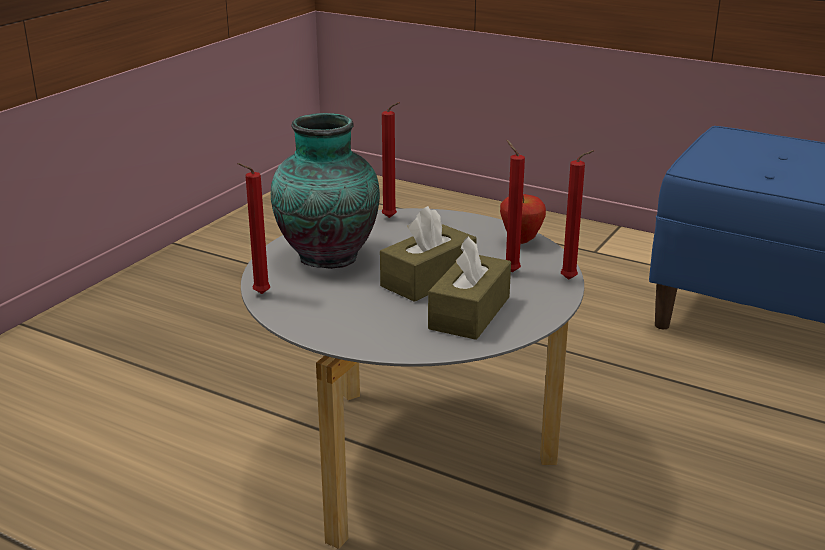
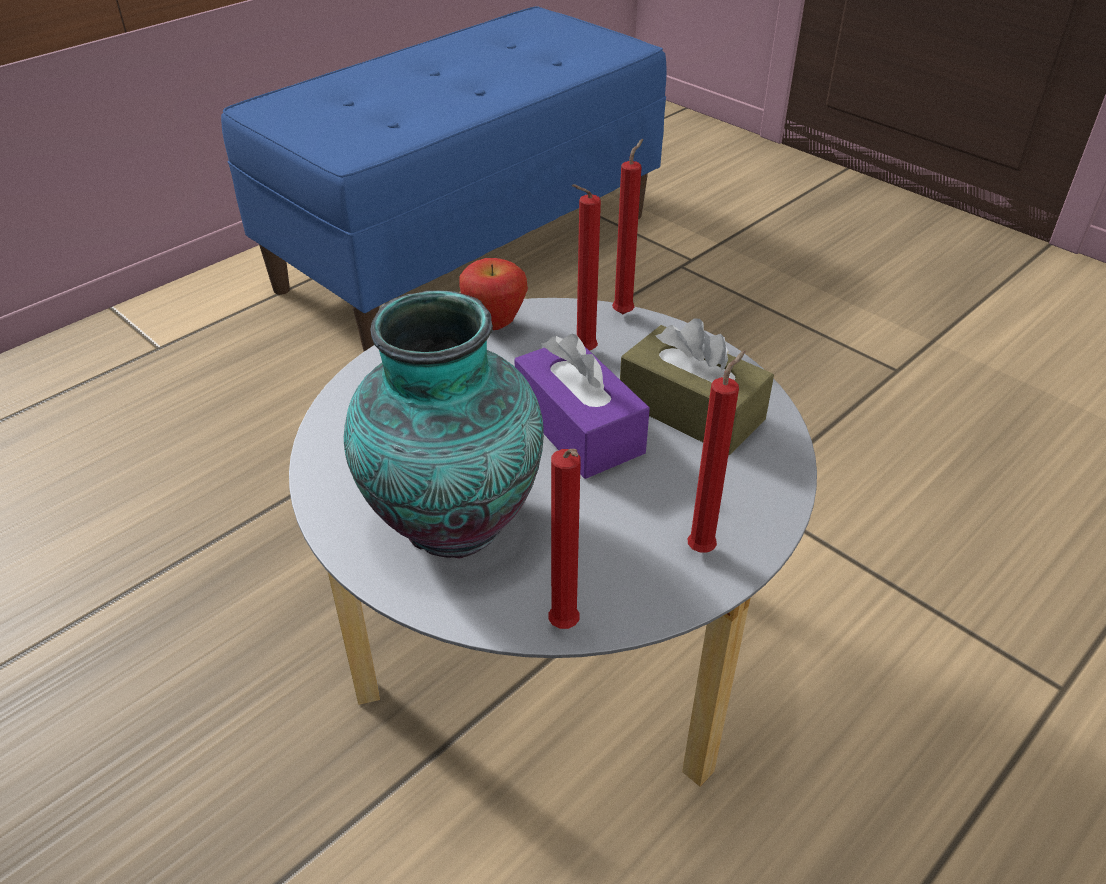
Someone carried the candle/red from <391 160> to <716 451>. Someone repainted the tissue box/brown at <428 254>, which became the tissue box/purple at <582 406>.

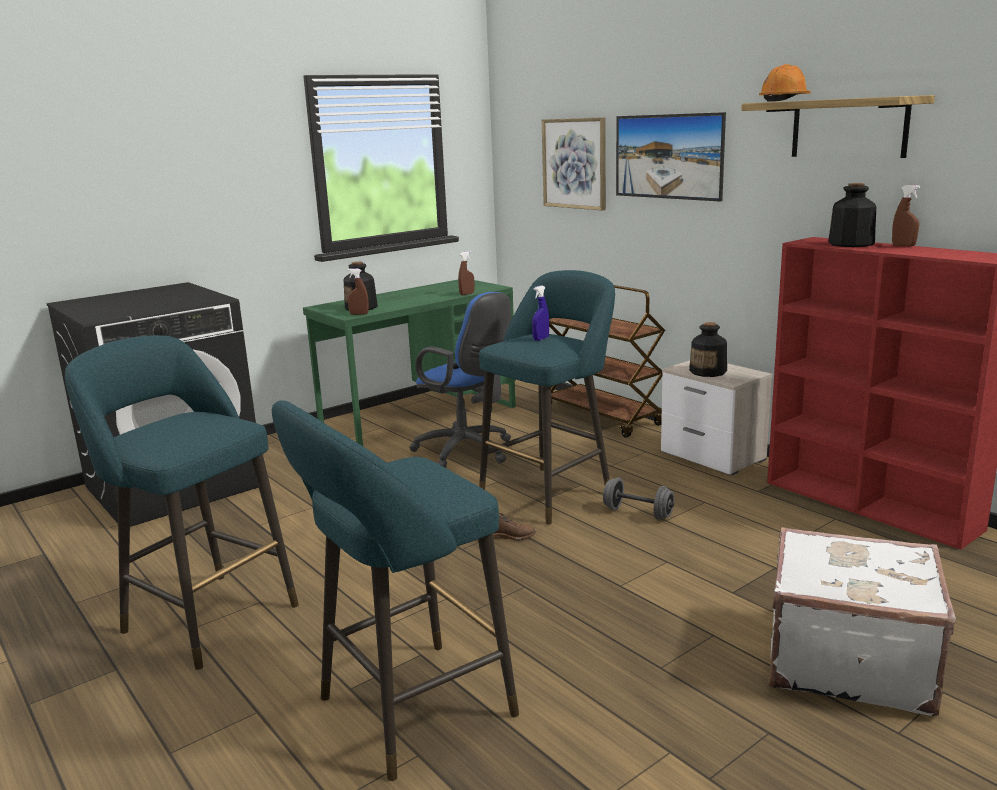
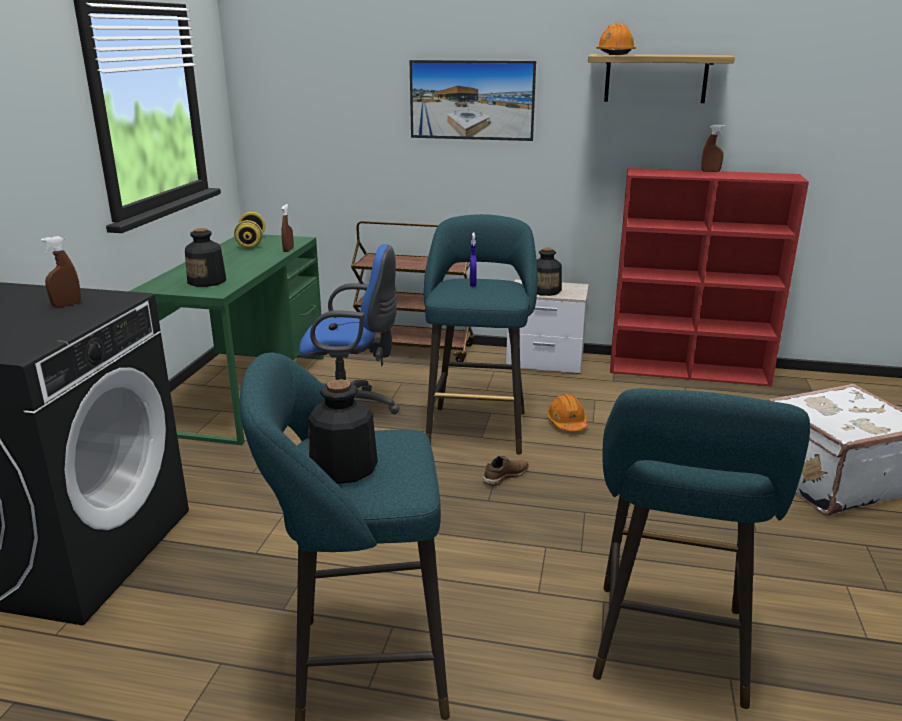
Someone took away the picture at <574 163>. Someone put down the dumbbell/yellow at <250 230>. Someone carried the spray bottle/brown from <358 291> to <60 271>. Someone carried the bottle from <852 215> to <343 431>. Someone swapped the dumbbell/grey at <638 498> for the hard hat/orange at <567 412>.

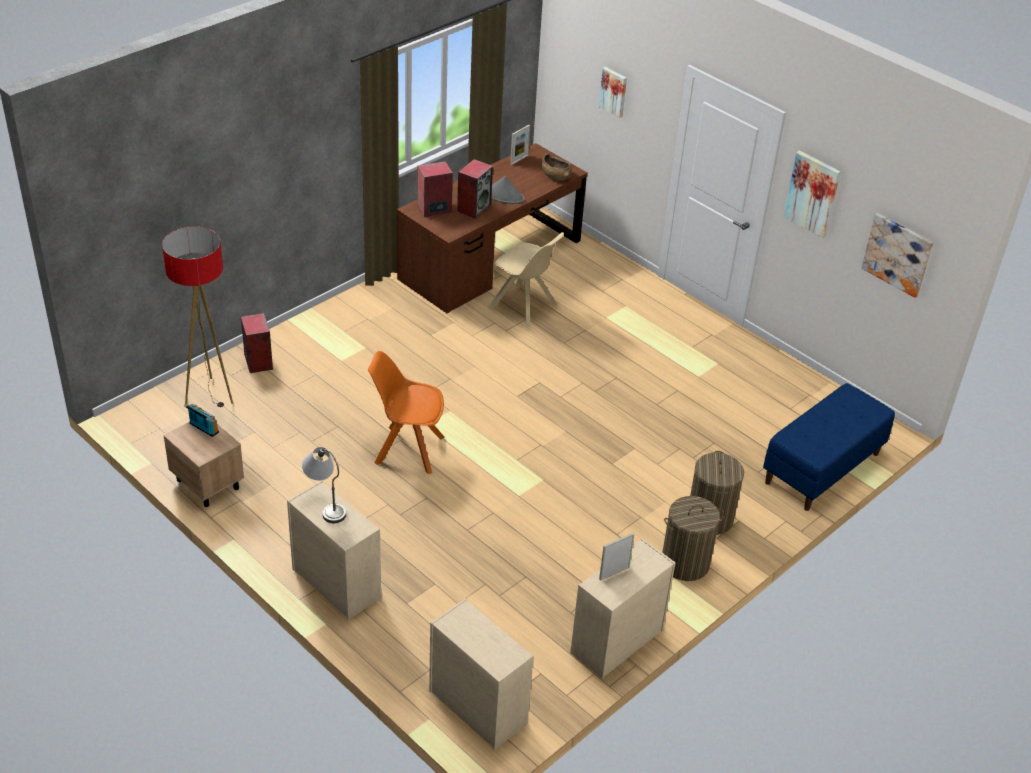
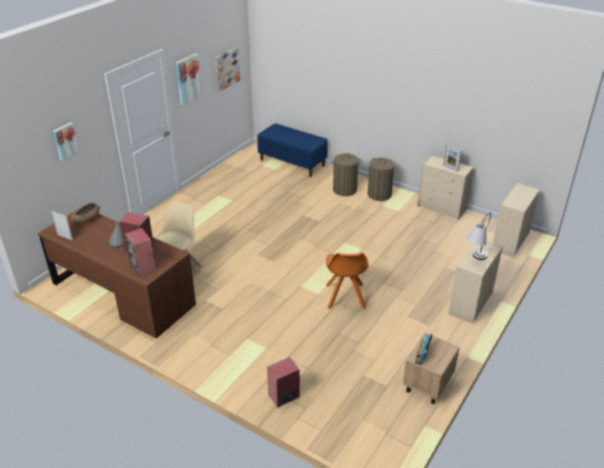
Someone took away the floor lamp at <197 316>.

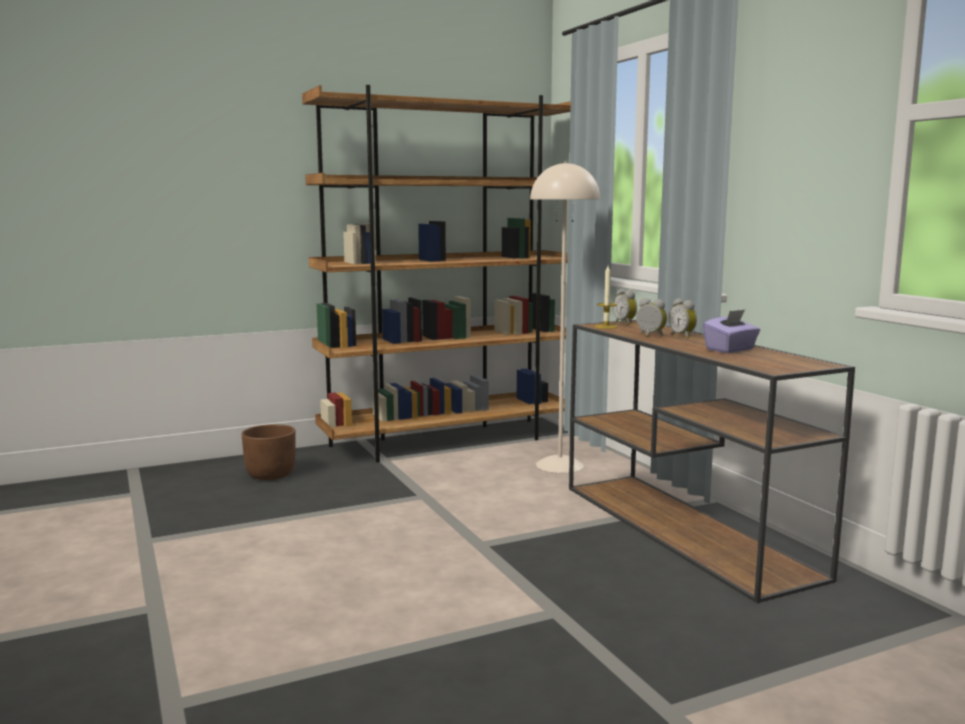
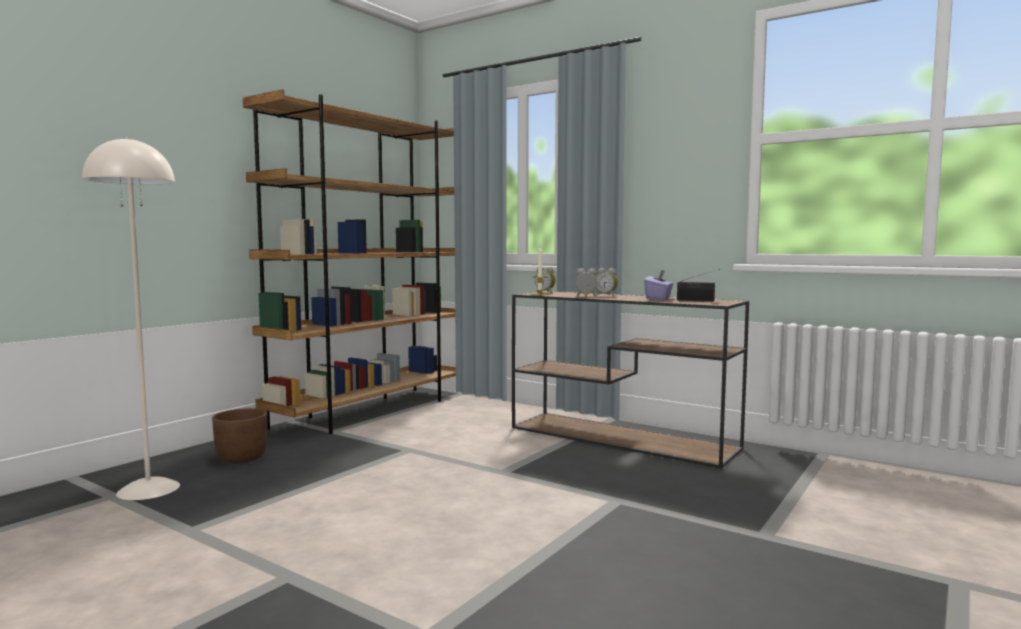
Someone put down the radio at <698 285>. Someone carried the floor lamp/beige from <565 317> to <131 318>.

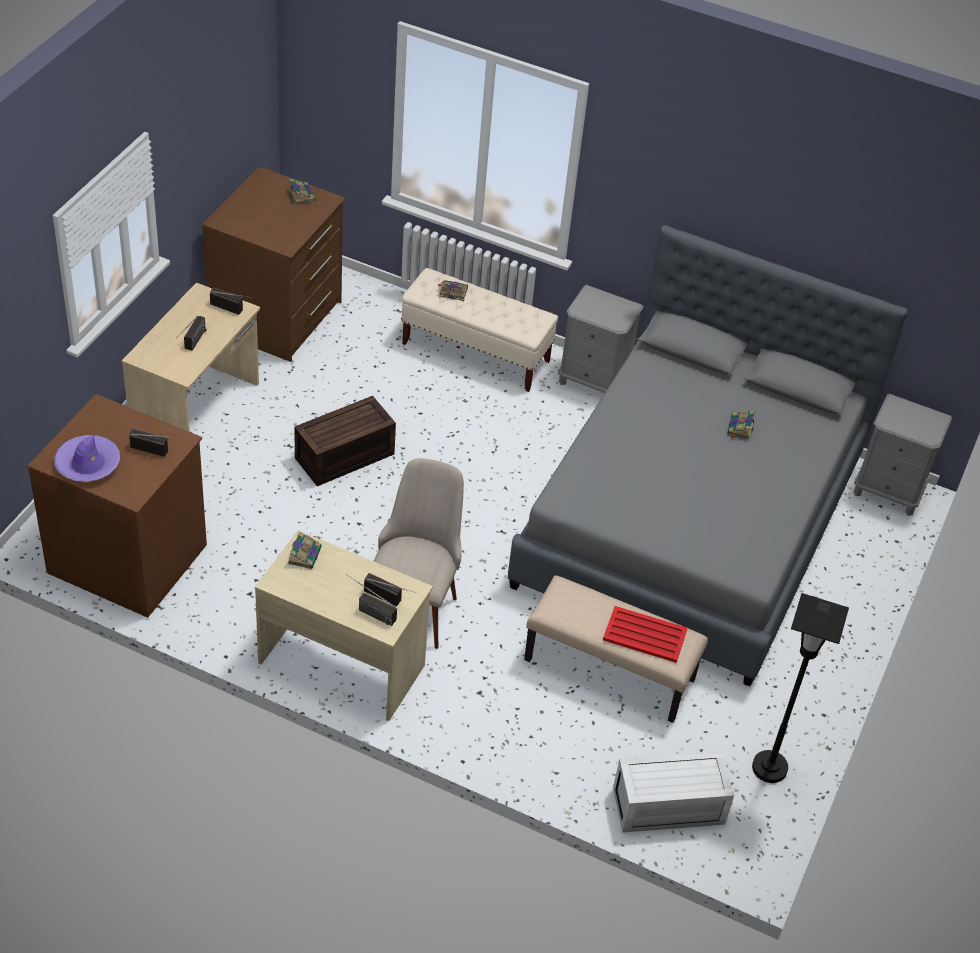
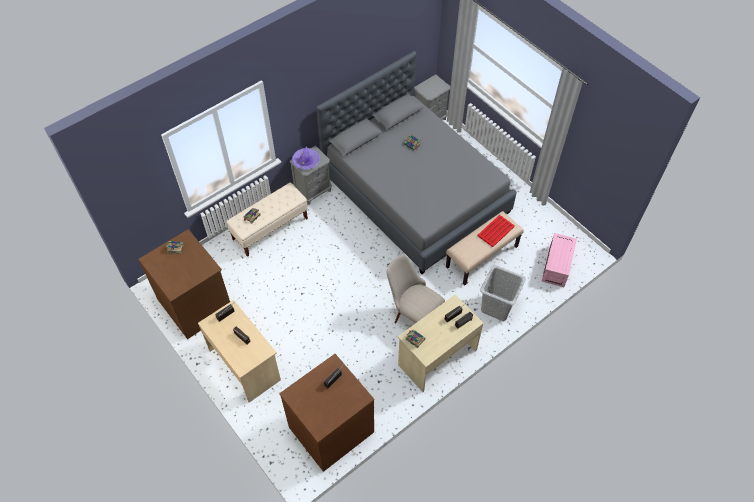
Someone took away the storage box/brown at <345 441>. Someone took away the floor lamp/black at <800 688>. Someone put down the laundry basket/grey at <503 293>. Someone carried the hat/purple from <87 458> to <306 158>. Someone repainted the storage box/white at <673 792>, which became the storage box/pink at <559 260>.

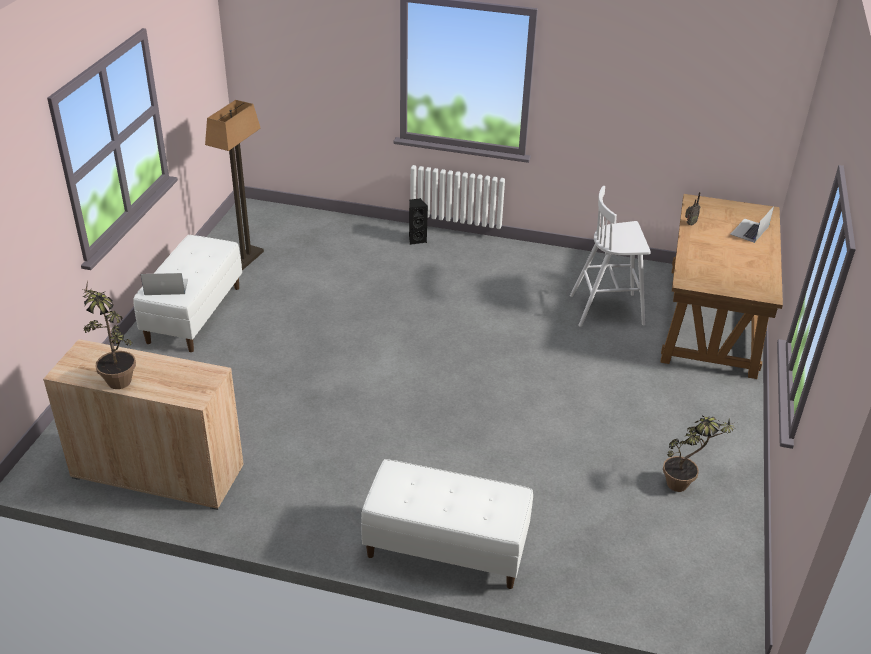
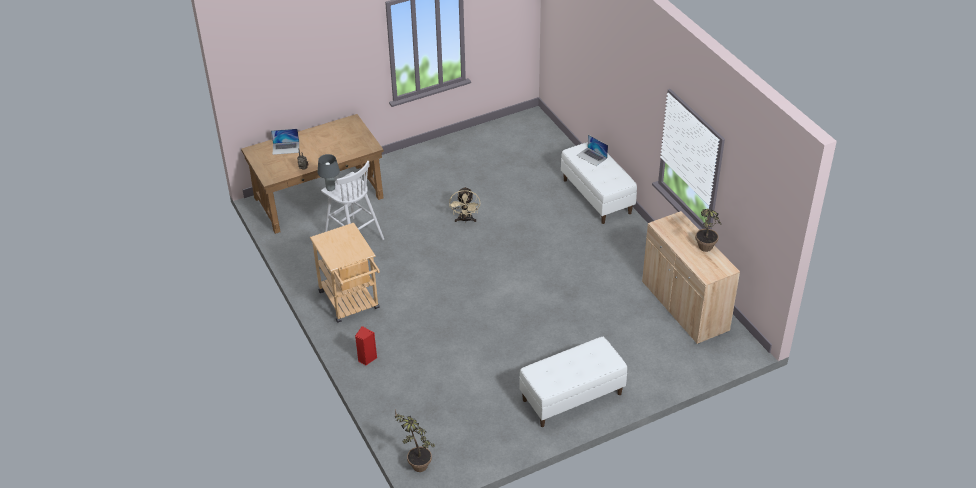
Someone took away the floor lamp at <234 185>. Someone put down the cart/beige at <345 273>. Someone put down the table lamp/grey at <329 172>. Someone put down the fan/beige at <464 205>. Someone carried the laptop from <164 284> to <592 150>. Someone carried the potted plant from <700 454> to <415 440>. Someone repainted the speaker/black at <418 221>, which became the speaker/red at <366 345>.

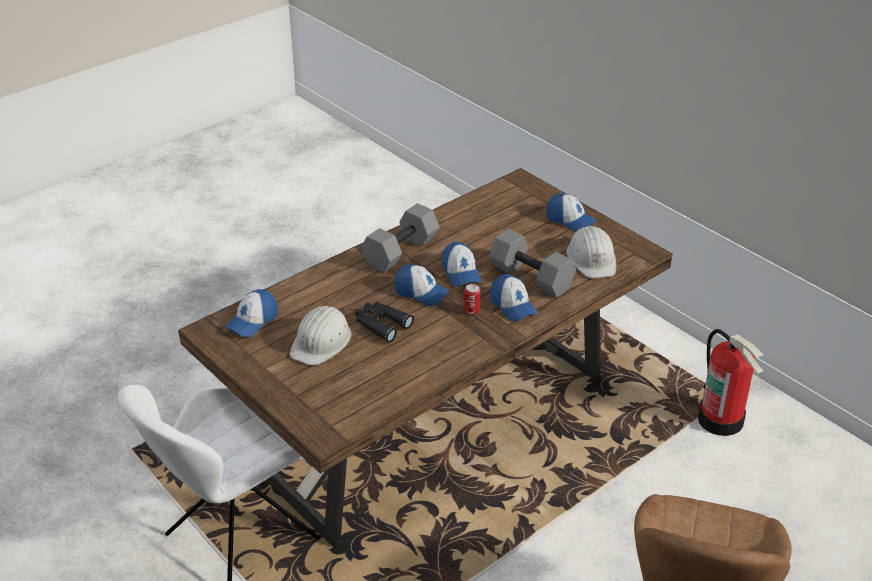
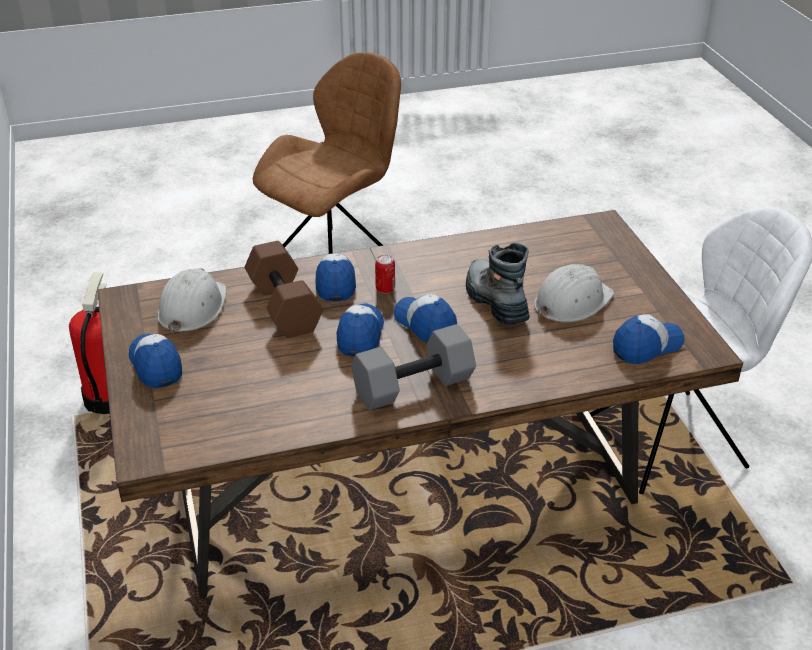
Someone swapped the binoculars/black at <384 322> for the boot at <497 283>. Someone repainted the dumbbell/grey at <533 263>, which became the dumbbell/brown at <284 289>.

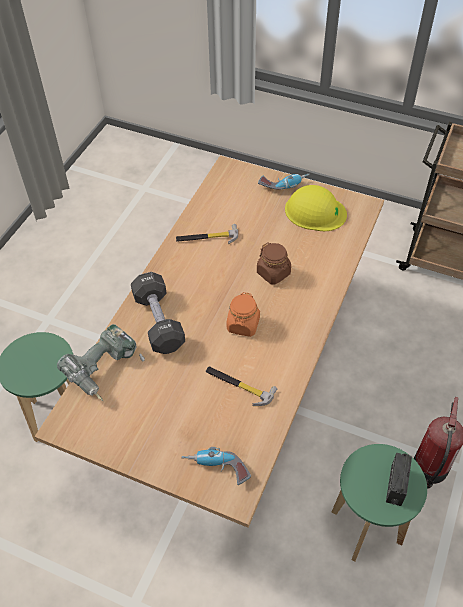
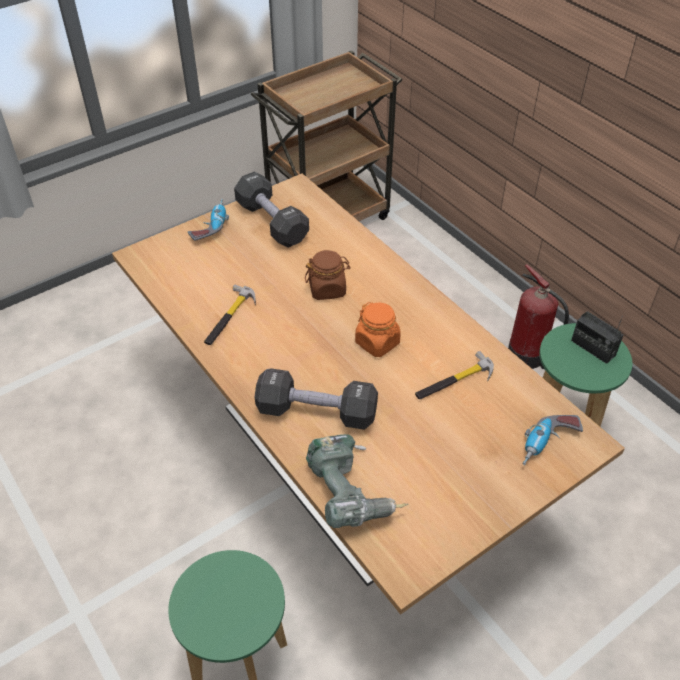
Someone swapped the hard hat/yellow at <316 208> for the dumbbell/black at <271 209>.

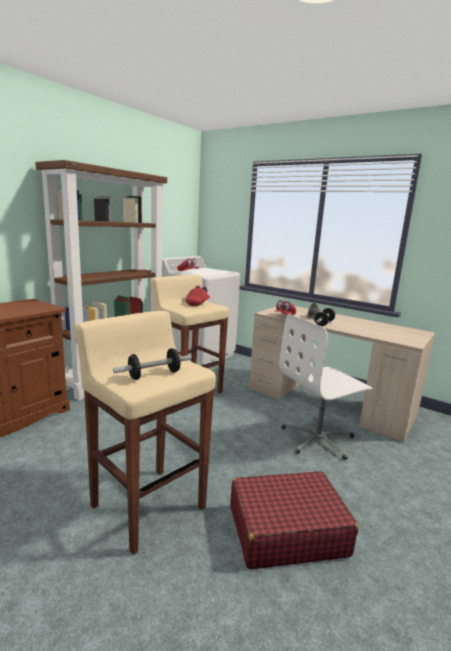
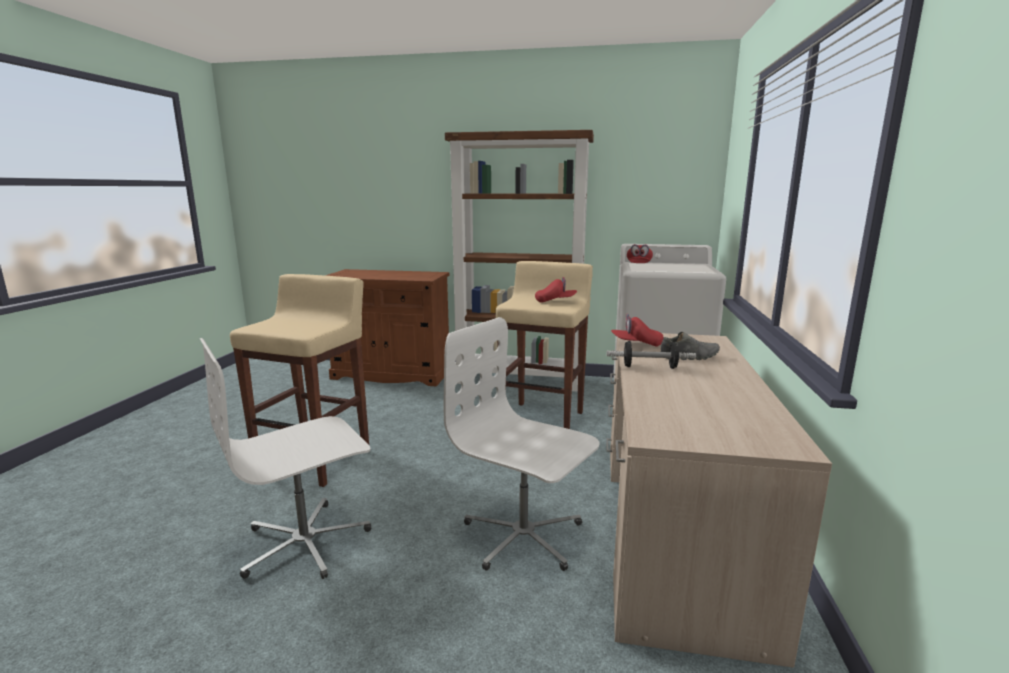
Someone took away the dumbbell at <152 364>. Someone swapped the suitcase/red at <294 520> for the office chair/white at <285 458>.

